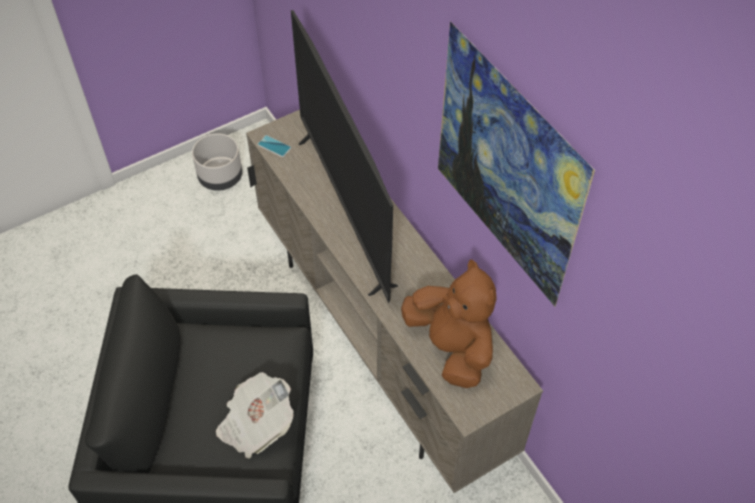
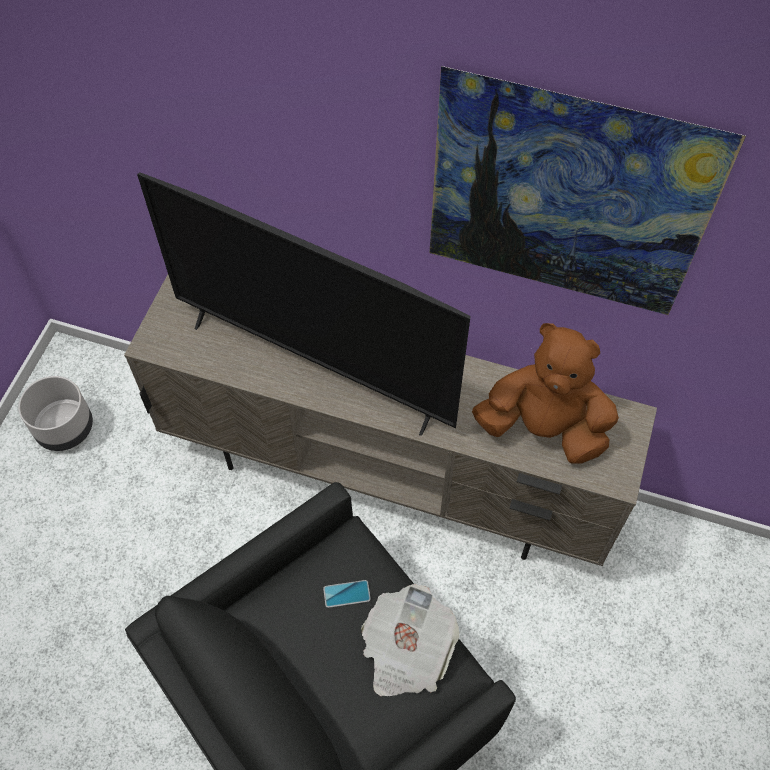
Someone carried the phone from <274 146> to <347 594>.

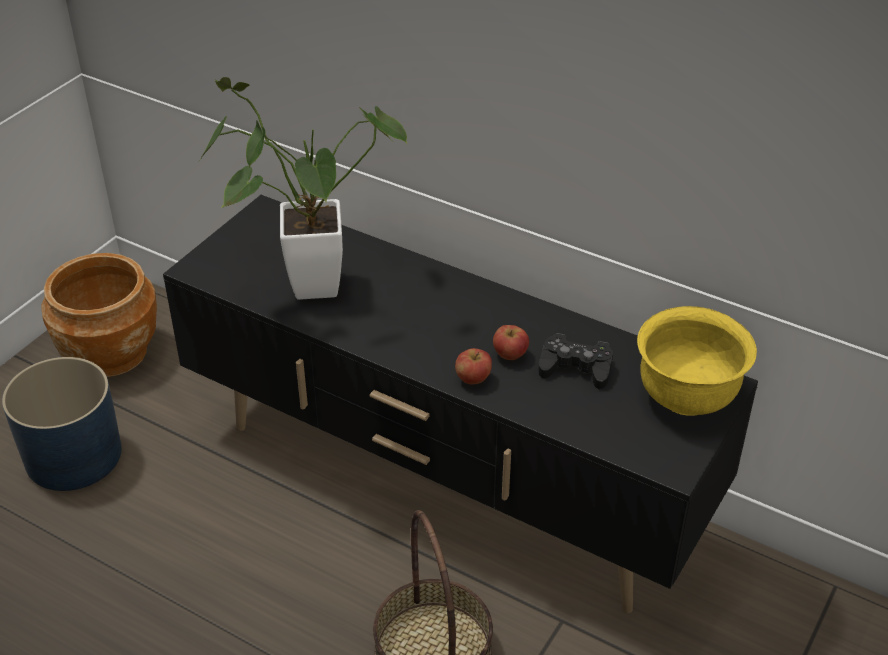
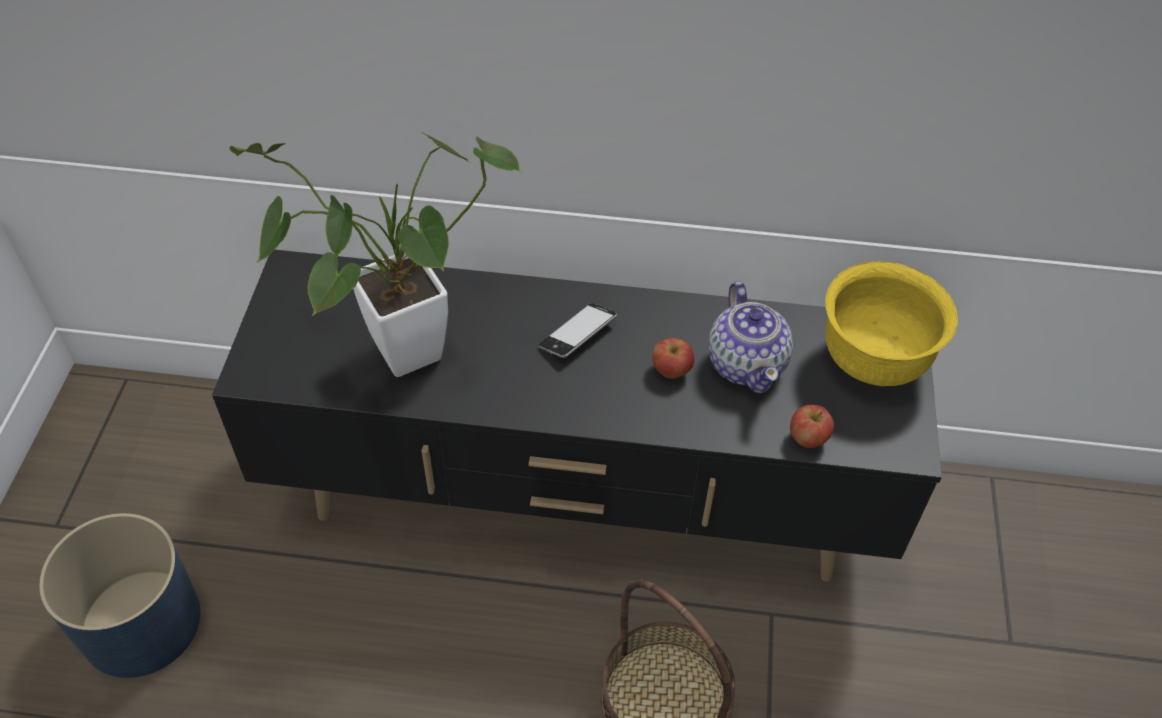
Someone took away the planter/brown at <99 315>. Someone put down the phone at <577 330>. Someone carried the apple from <473 366> to <812 426>. Someone swapped the game controller/black at <576 361> for the teapot at <750 337>.

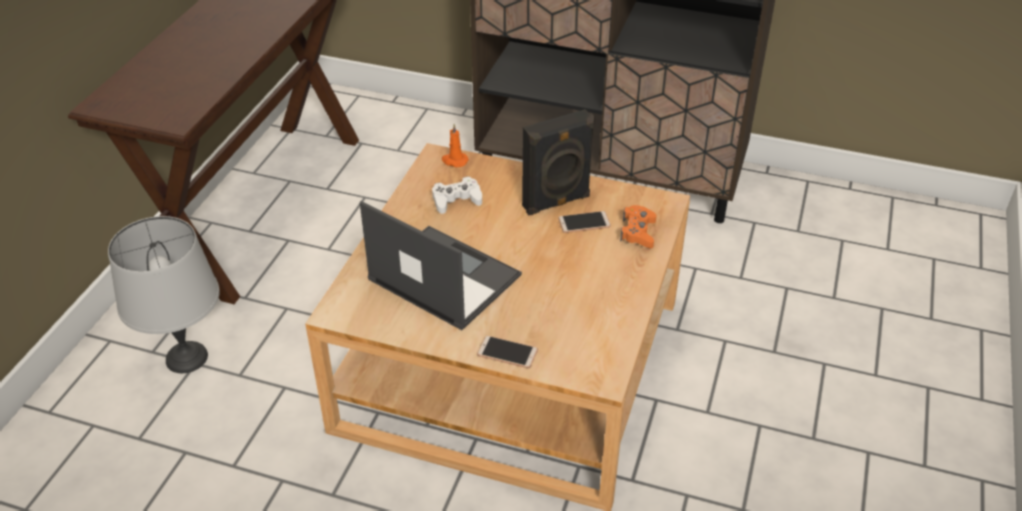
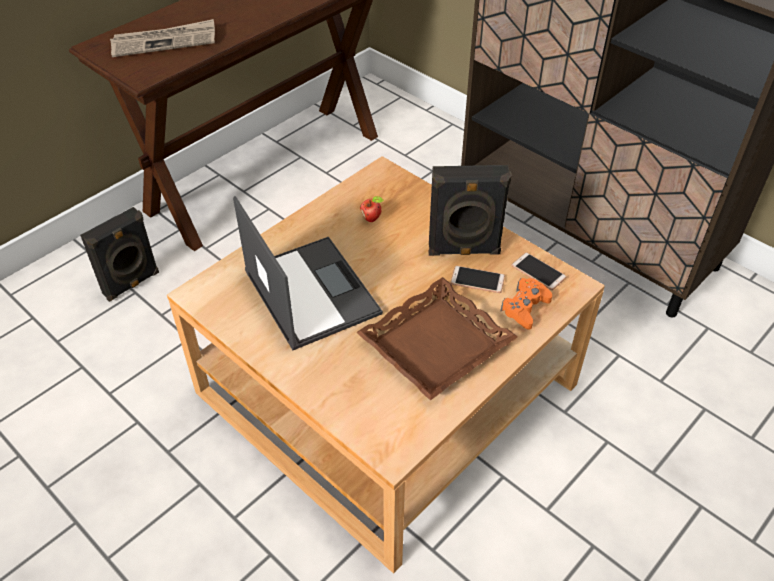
Someone took away the candle/orange at <455 145>. Someone put down the newspaper at <162 38>. Someone put down the tray/brown at <437 338>. Someone carried the phone from <507 352> to <539 271>. Someone swapped the table lamp/grey at <164 294> for the speaker/black at <119 254>. Someone swapped the game controller/white at <457 195> for the apple at <372 209>.

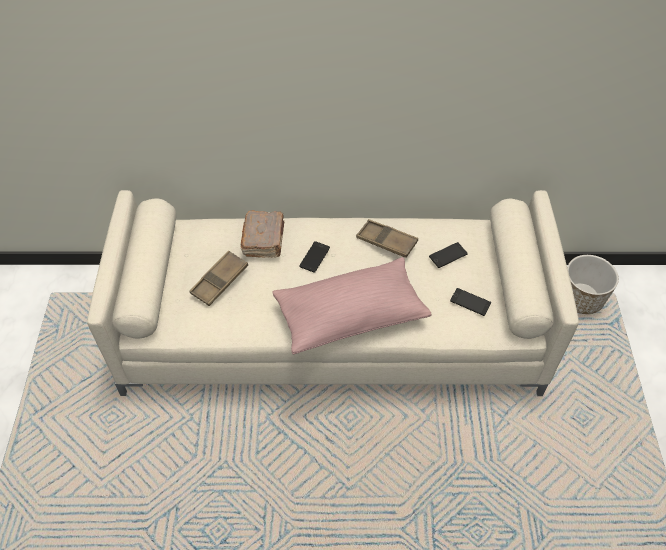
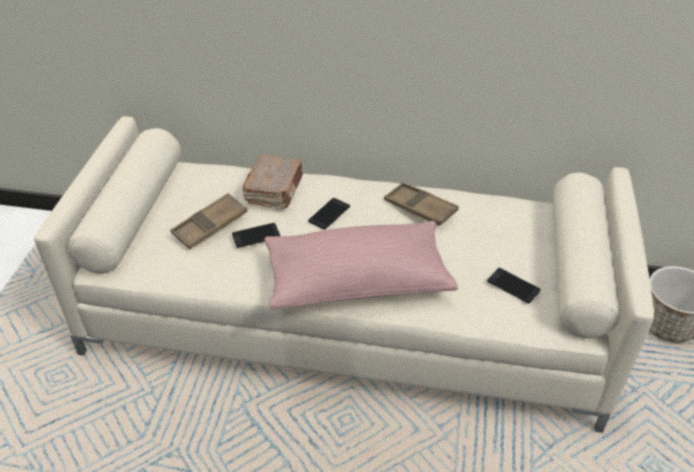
Someone carried the phone from <448 255> to <256 235>.

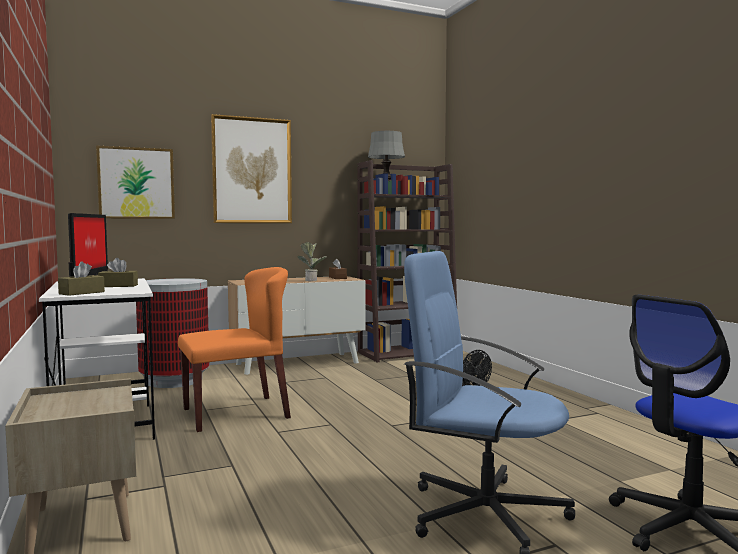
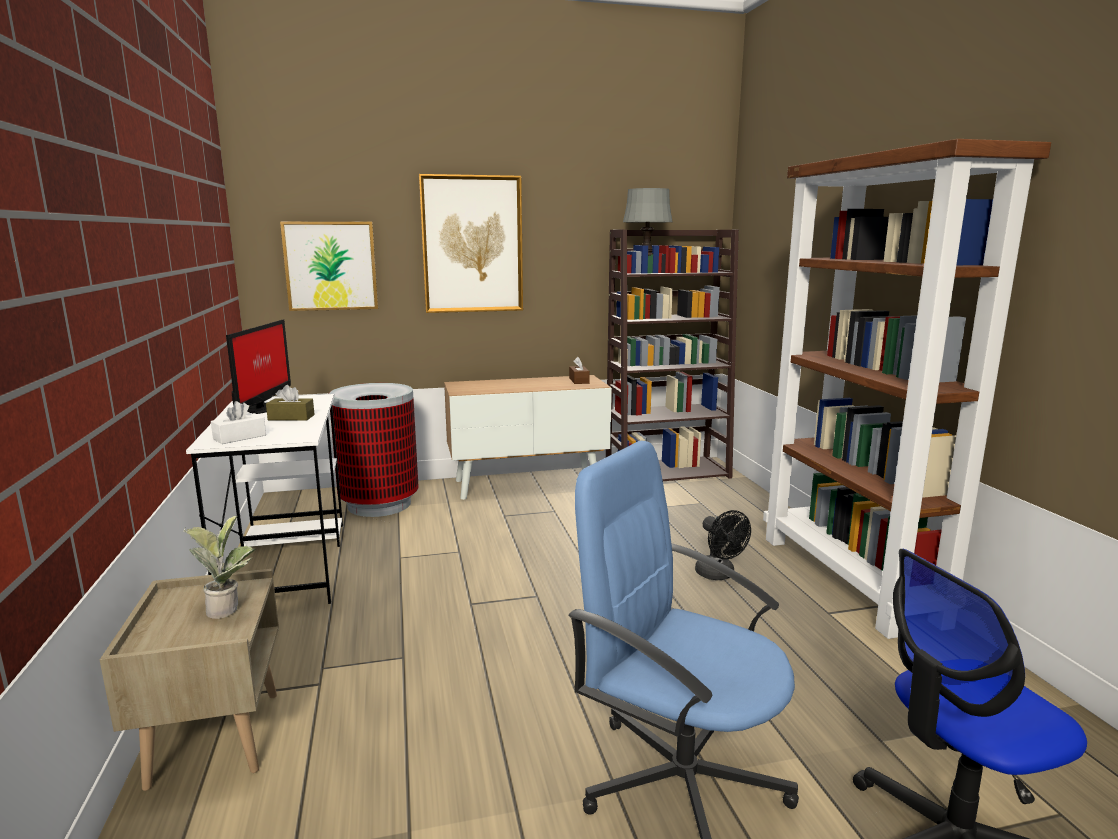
Someone took away the chair/orange at <234 349>. Someone put down the bookcase/brown at <907 389>. Someone carried the potted plant from <312 262> to <219 567>. Someone repainted the tissue box/brown at <81 278>, which became the tissue box/white at <238 422>.

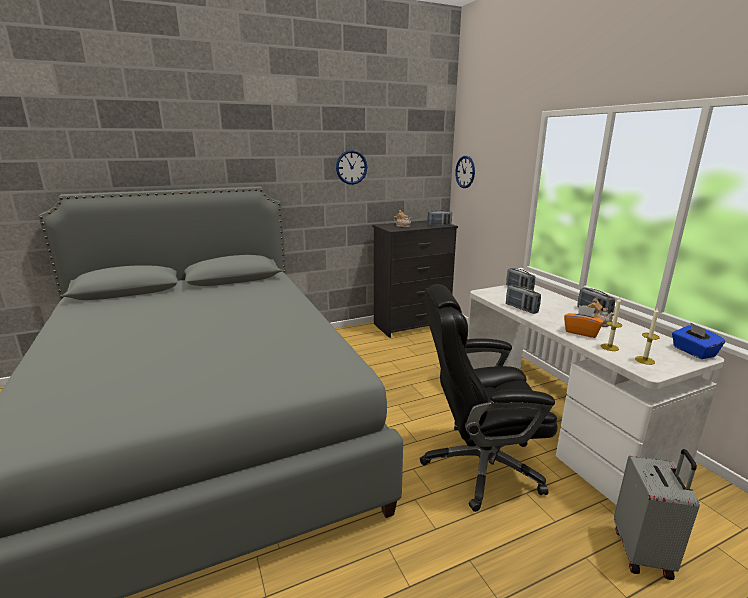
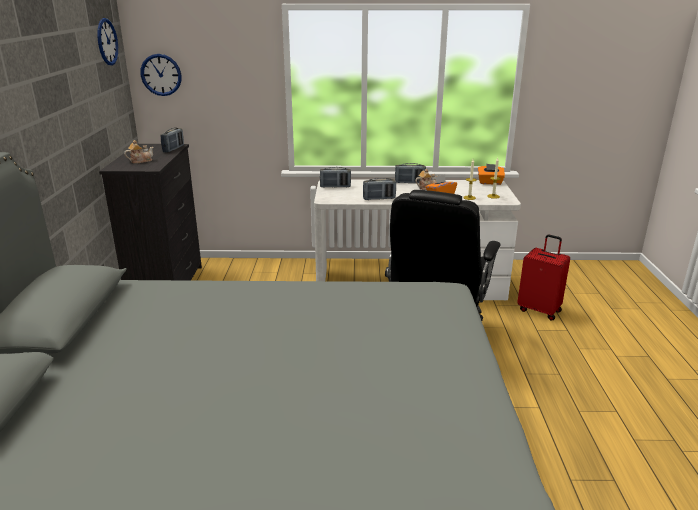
Someone carried the wall clock from <351 167> to <107 41>. Someone repainted the suitcase/grey at <657 514>, which became the suitcase/red at <543 277>. Someone repainted the tissue box/blue at <698 340>, which became the tissue box/orange at <491 174>.

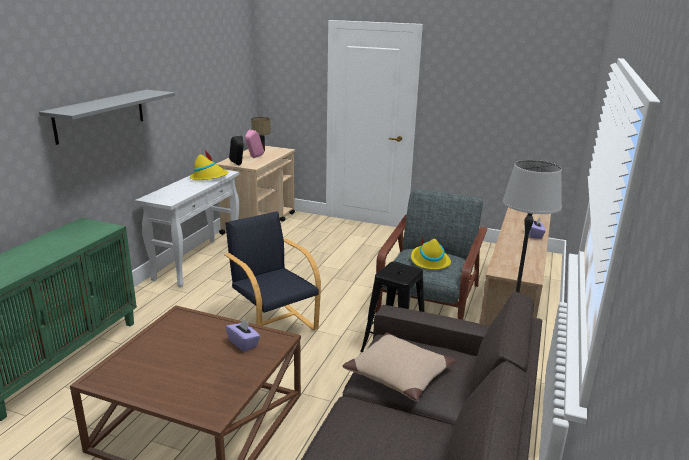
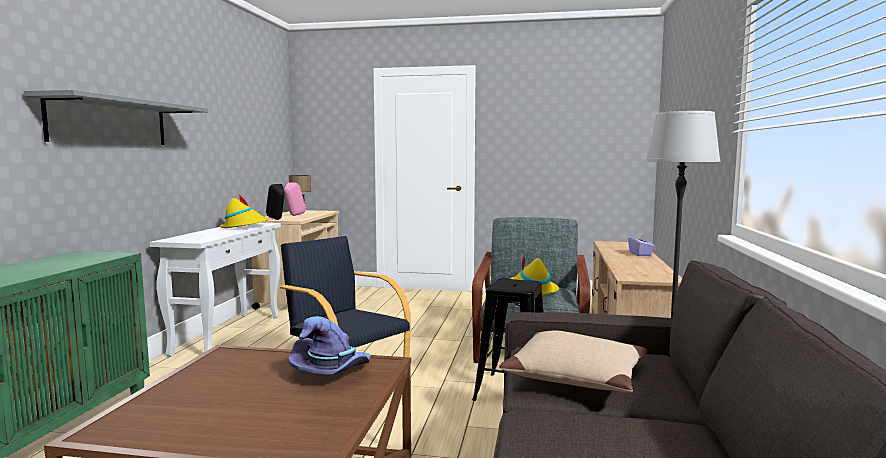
Someone swapped the tissue box/purple at <243 335> for the hat/purple at <330 345>.

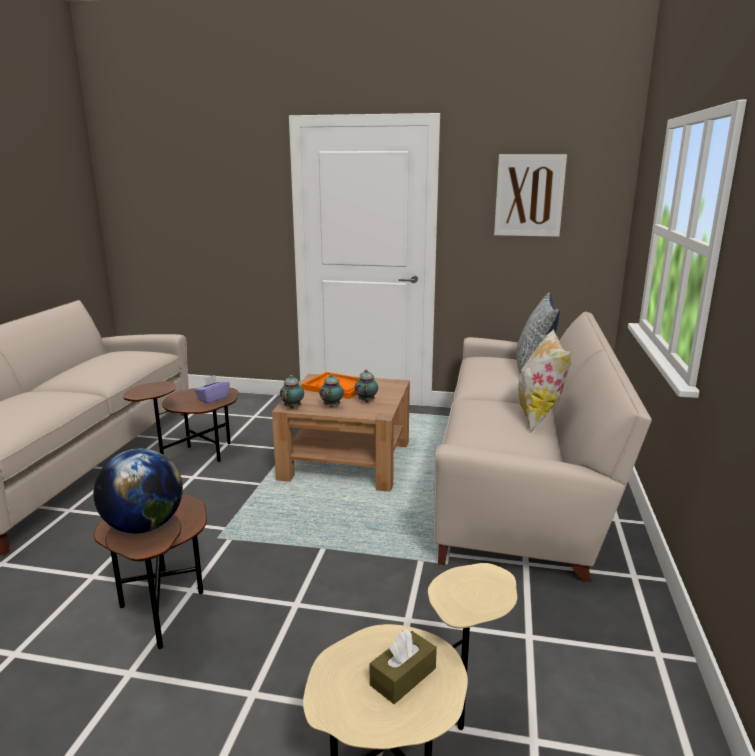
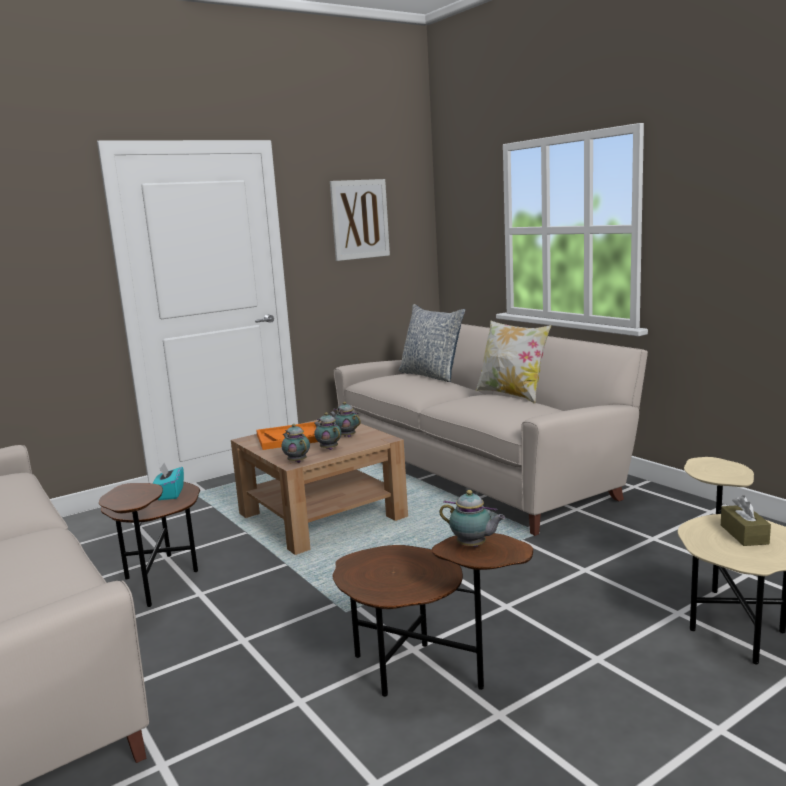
Someone swapped the globe at <138 491> for the teapot at <472 518>. Someone repainted the tissue box/purple at <212 389>, which became the tissue box/turquoise at <168 481>.

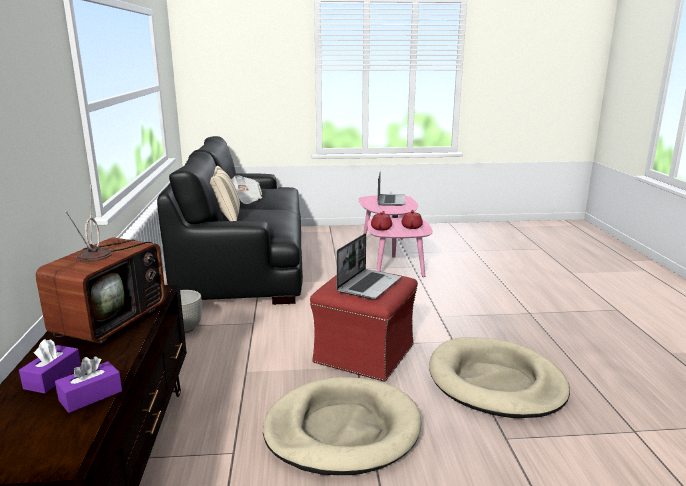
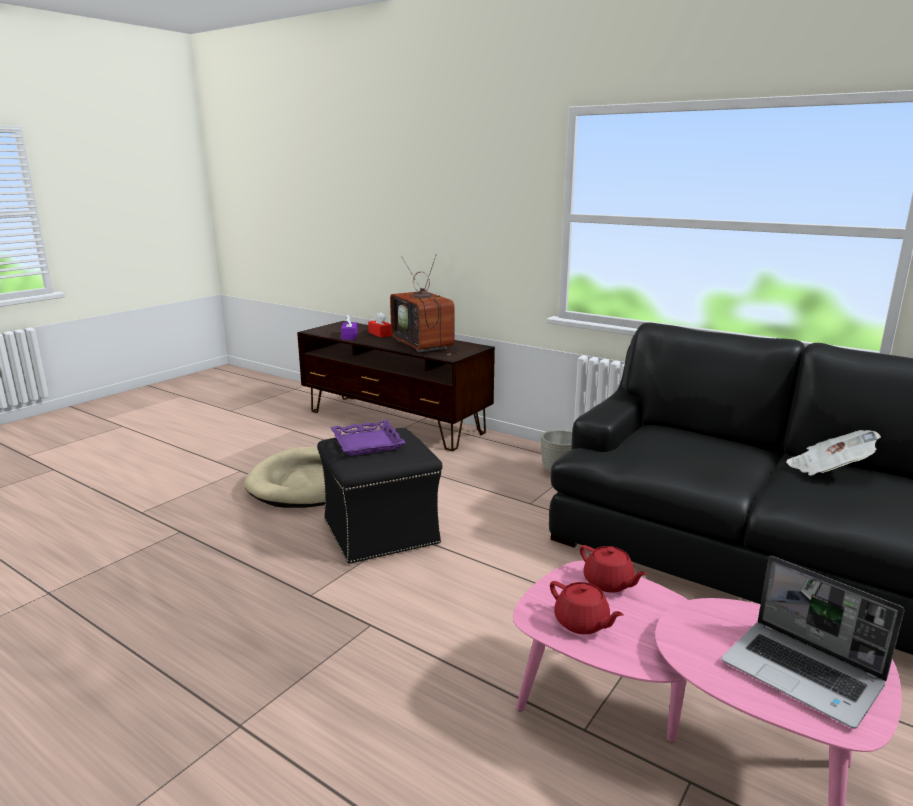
Someone took away the pillow/beige at <225 193>. Someone took away the dog bed/beige at <499 377>. Someone swapped the laptop at <369 266> for the tray/purple at <368 438>. Someone repainted the tissue box/purple at <50 366>, which became the tissue box/red at <380 325>. Someone repainted the ottoman/red at <364 327>, which became the ottoman/black at <379 496>.

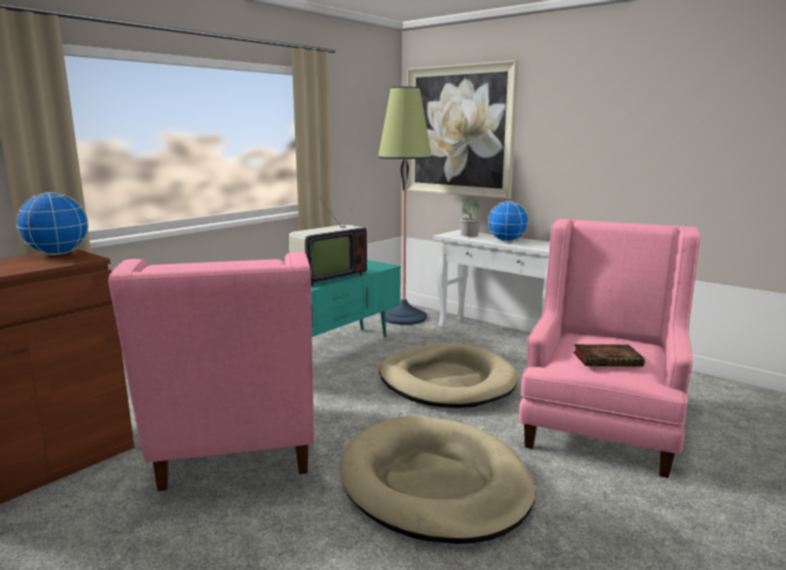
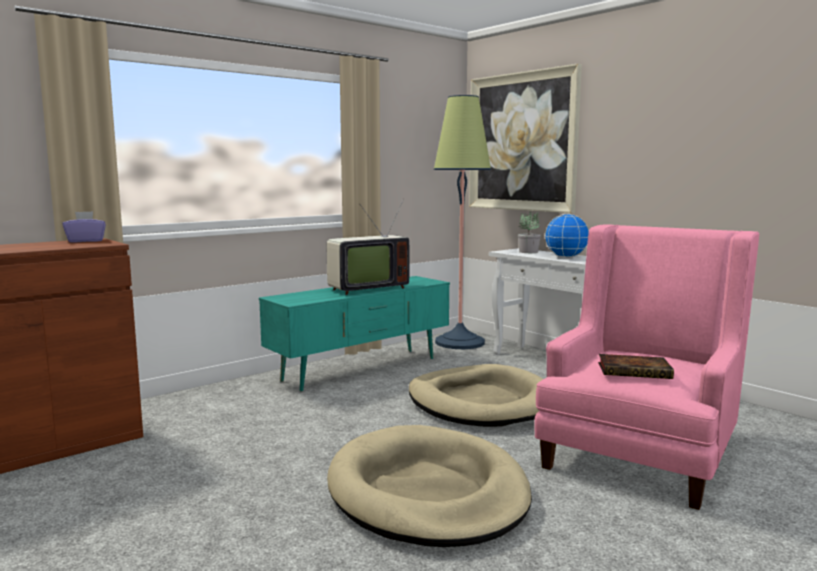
Someone took away the armchair/pink at <211 371>. Someone swapped the globe at <52 223> for the tissue box/purple at <84 226>.

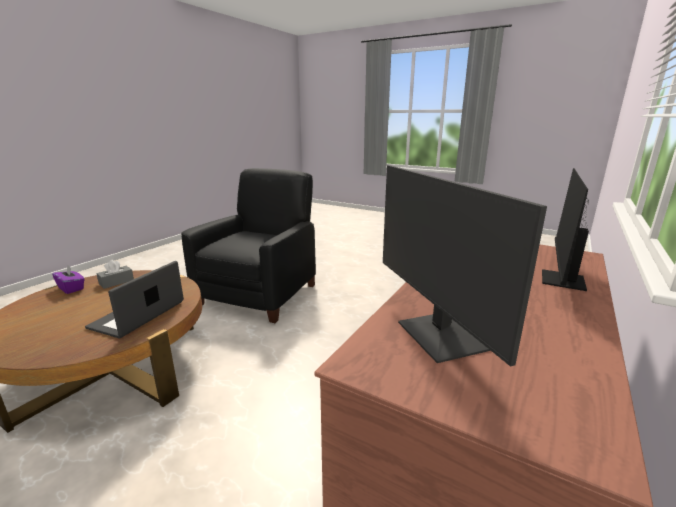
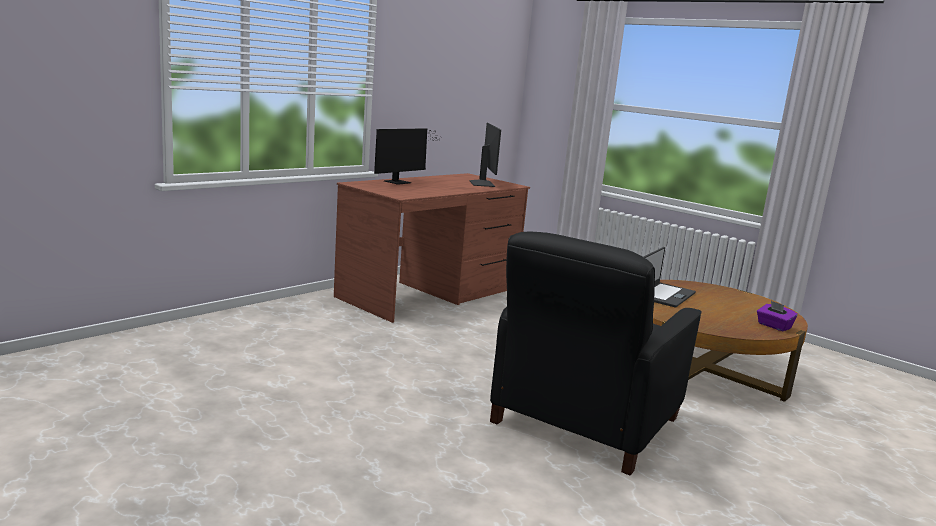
Someone took away the tissue box/grey at <115 274>.

